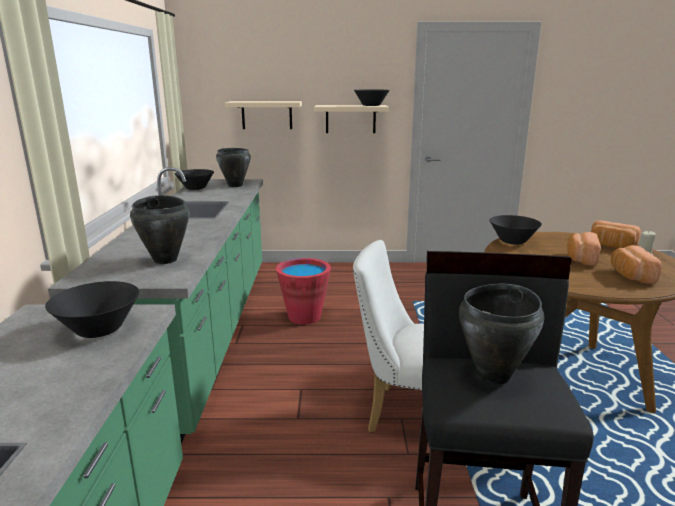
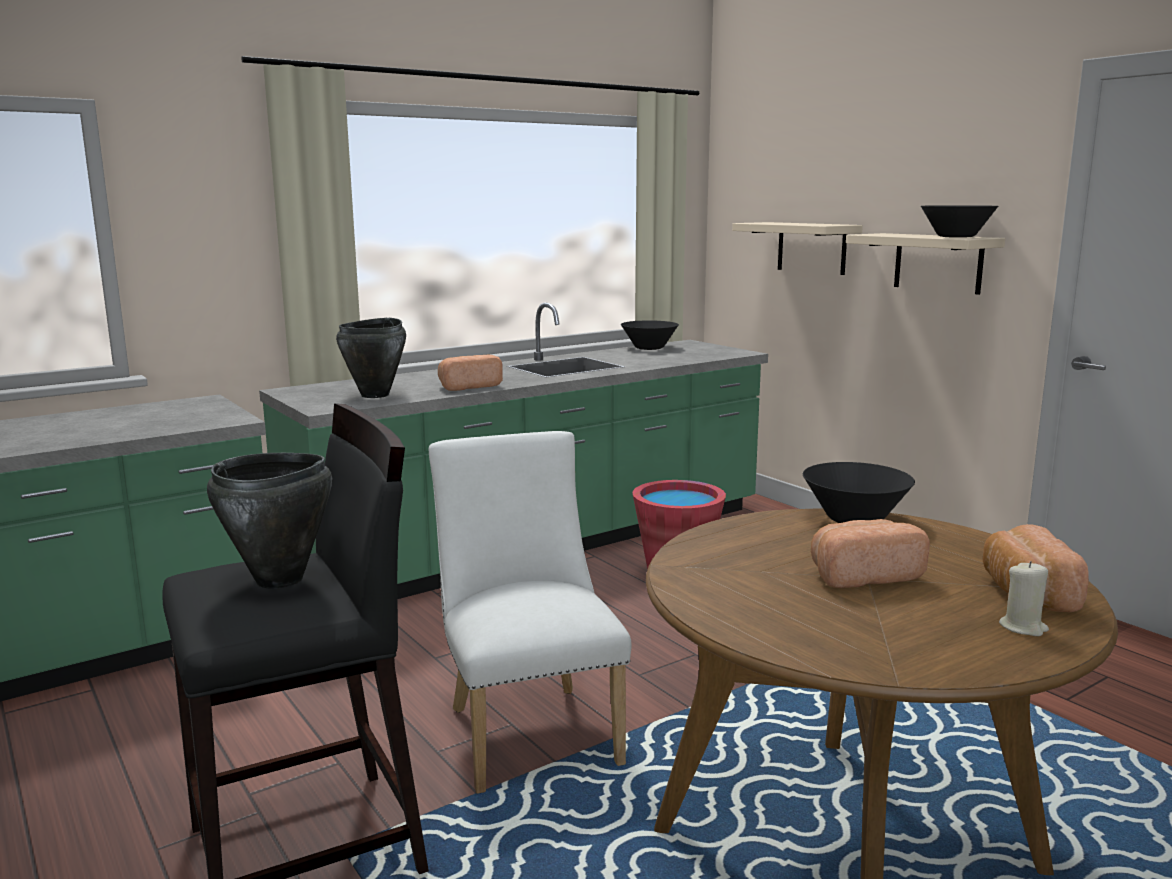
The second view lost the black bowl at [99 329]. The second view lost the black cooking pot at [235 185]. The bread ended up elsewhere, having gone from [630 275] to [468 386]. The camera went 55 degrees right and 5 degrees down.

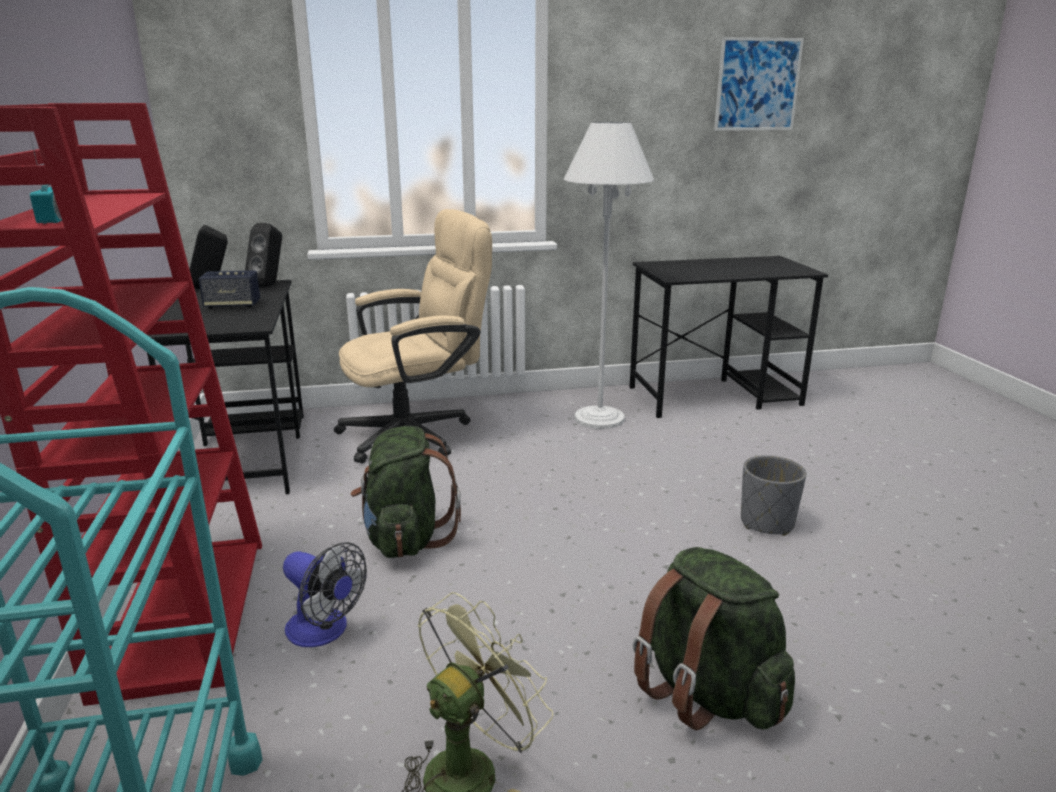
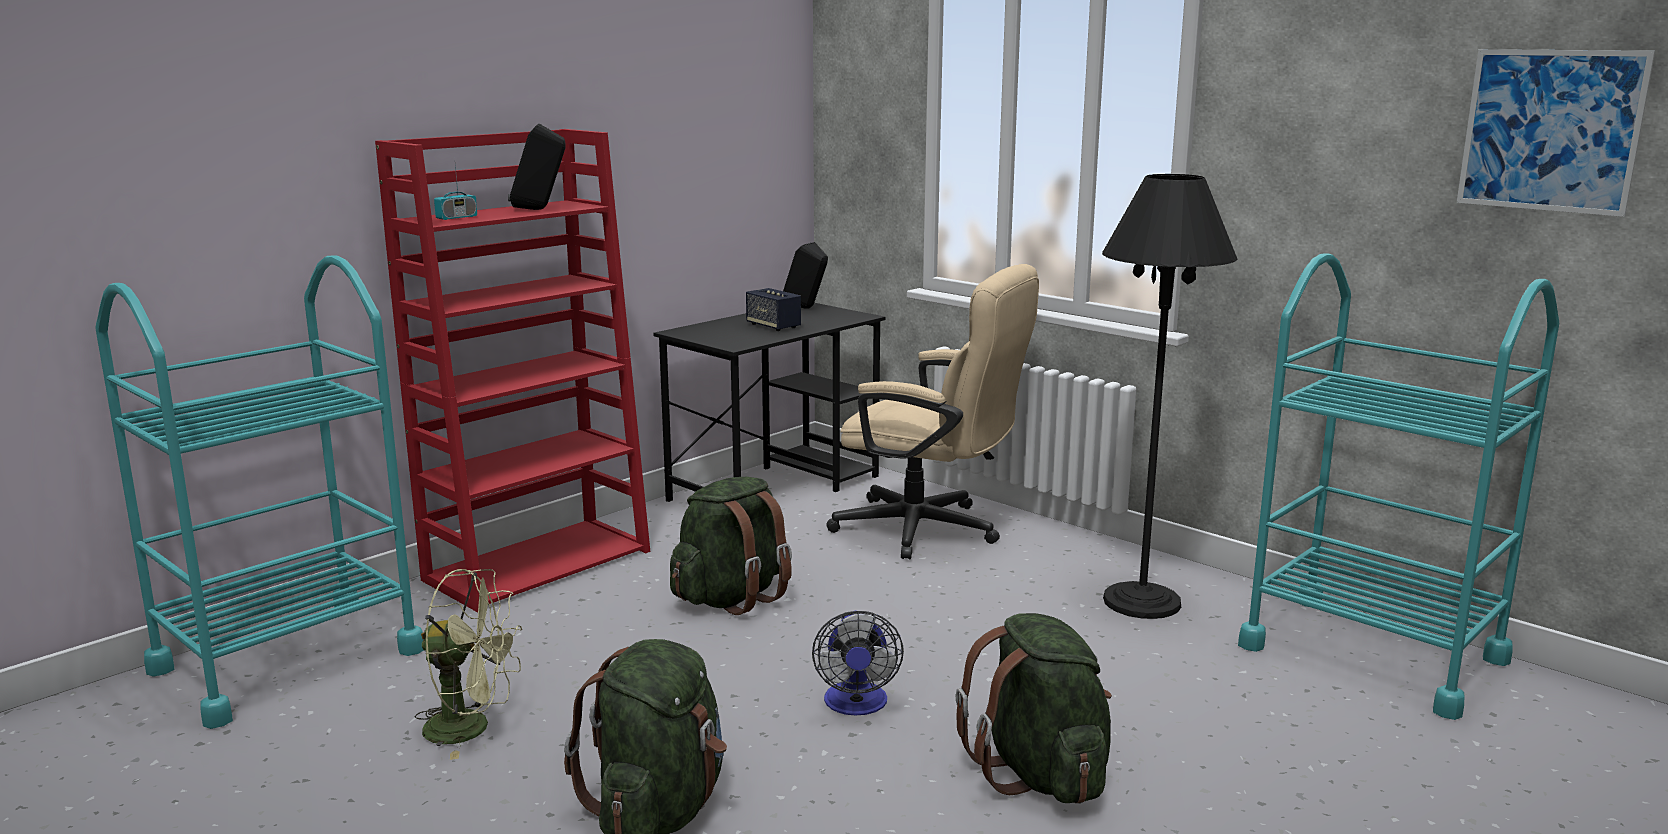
The black speaker ended up elsewhere, having gone from [269 285] to [539 209]. The fan ended up elsewhere, having gone from [324 631] to [856 705]. What was the white floor lamp at [599 418] turned into the black floor lamp at [1142 601]. Where the black desk stood at [715 396], the turquoise cart came to stand at [1372 653]. Where the grey planter stood at [767 523], the green backpack came to stand at [1040 774]. The camera went 55 degrees right and 5 degrees down.

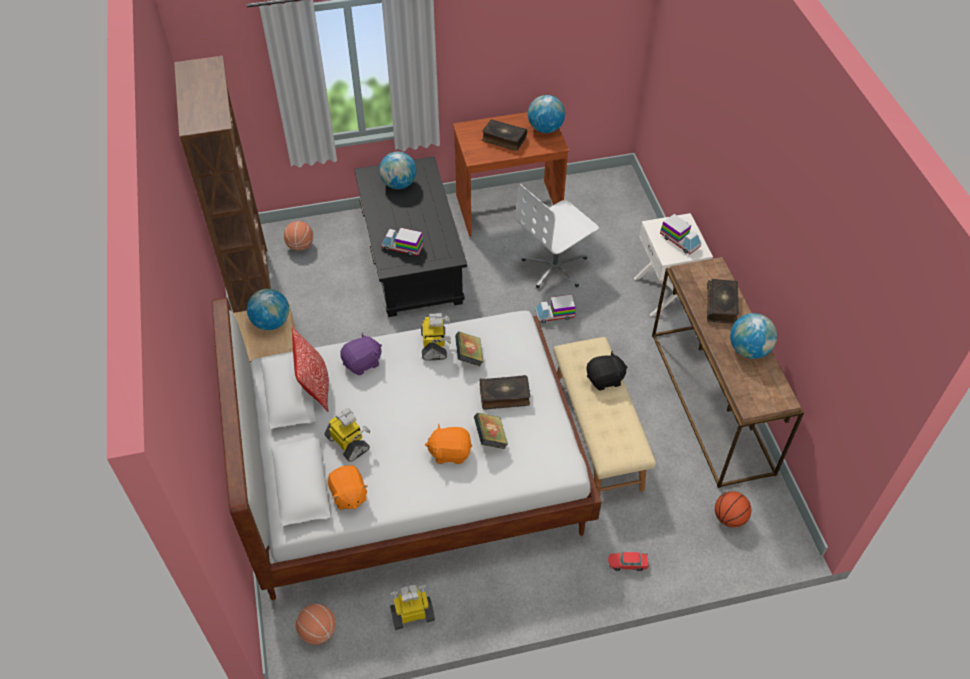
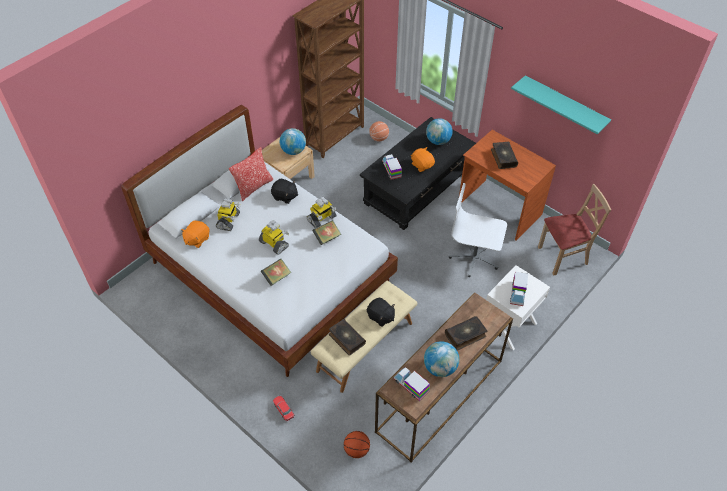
The second view lost the basketball at [318 632]. What was the purple plush toy at [362 363] turned into the black plush toy at [285 196]. The toy robot ended up elsewhere, having gone from [412 614] to [274 244]. The orange plush toy ended up elsewhere, having gone from [450 452] to [422 165]. The book ended up elsewhere, having gone from [504 396] to [346 339]. The second view lost the globe at [545 128]. The toy truck ended up elsewhere, having gone from [555 315] to [411 386]. The second view gained the turquoise shelf at [564 106]. The second view gained the beige chair at [563 256]. The camera went 55 degrees right and 0 degrees up.

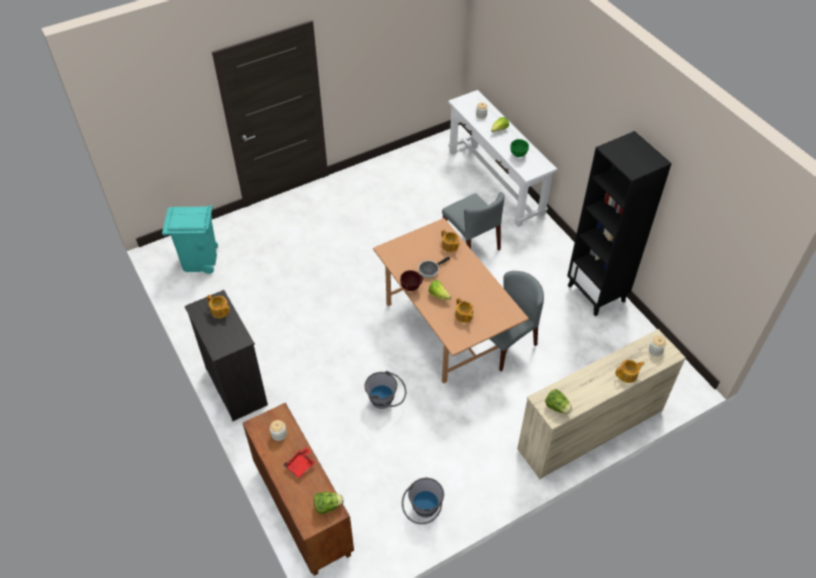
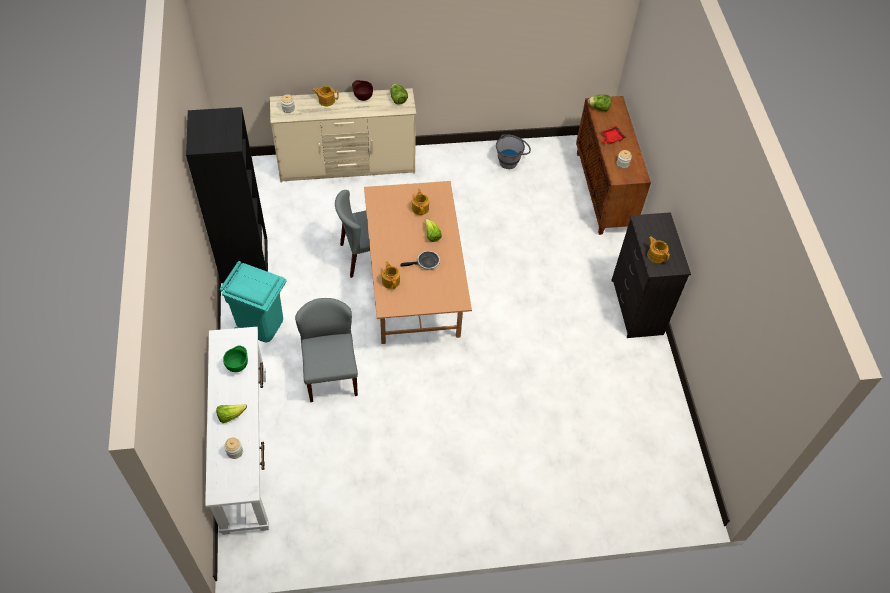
The turquoise trash can ended up elsewhere, having gone from [199 261] to [261 324]. The second view lost the grey bucket at [386 401]. The brown bowl ended up elsewhere, having gone from [411 288] to [362 97]. The camera went 160 degrees left and 5 degrees up.

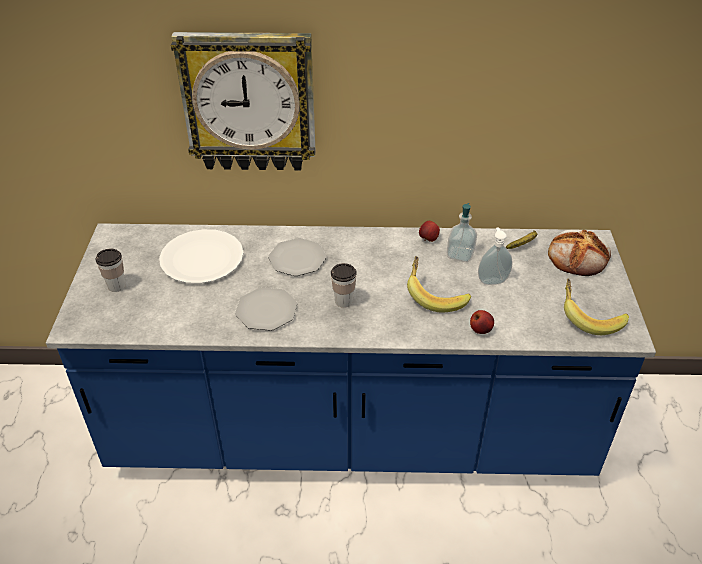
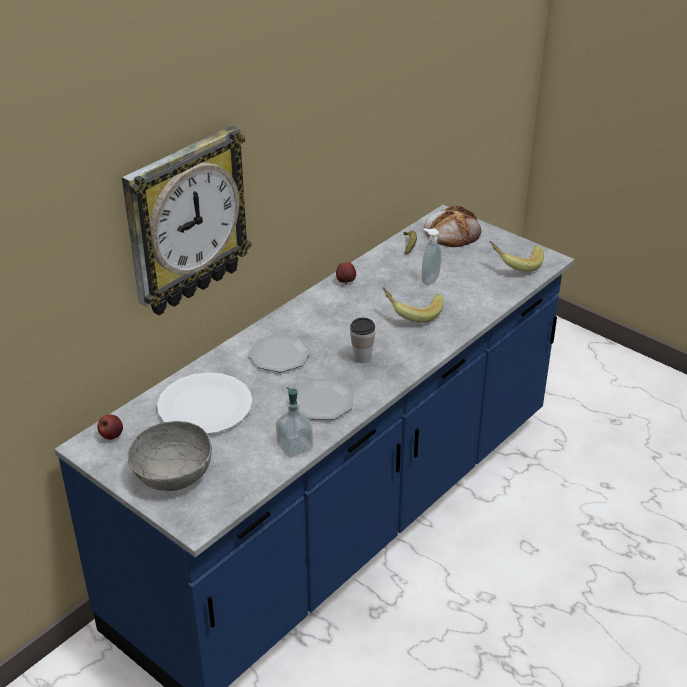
Where the cup stood at [116 286], the grey bowl came to stand at [173 473]. The soap dispenser ended up elsewhere, having gone from [460 254] to [294 447]. The apple ended up elsewhere, having gone from [480 330] to [111 436]. The camera went 50 degrees left and 5 degrees down.

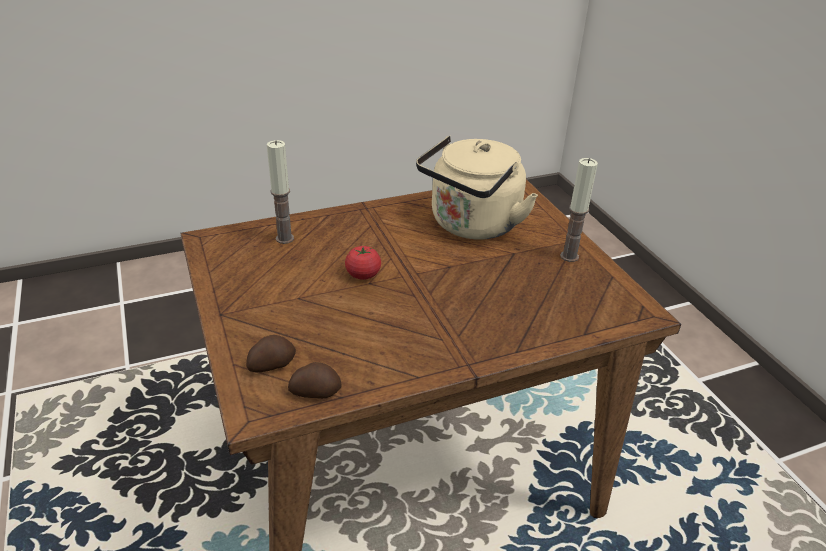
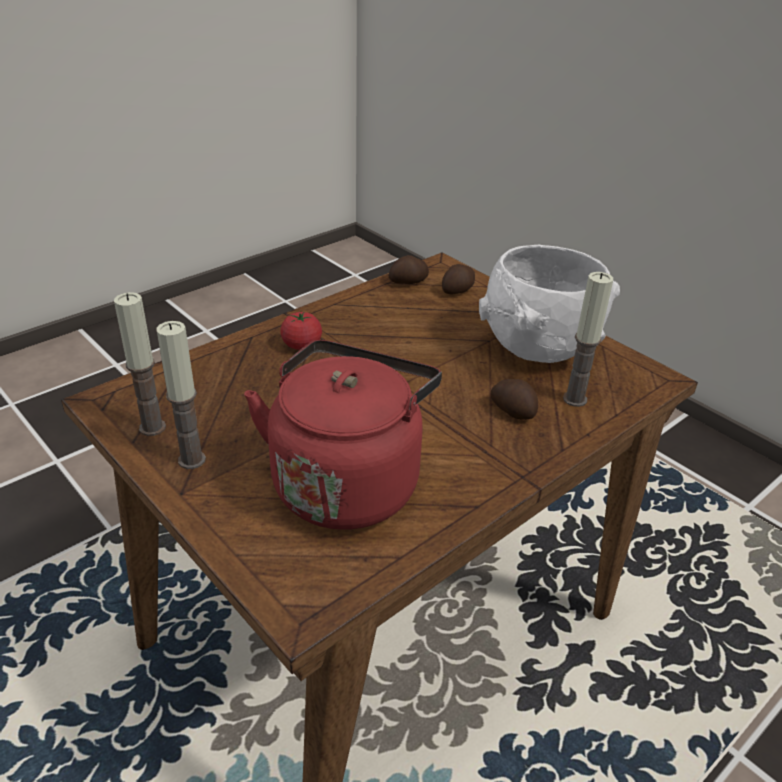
The tomato ended up elsewhere, having gone from [363 275] to [301 345]. What was the beige kettle at [472 226] turned into the red kettle at [348 481]. The second view gained the candle at [152 427]. The second view gained the white bowl at [538 349]. The second view gained the potato at [513 410]. The camera went 160 degrees right and 0 degrees up.

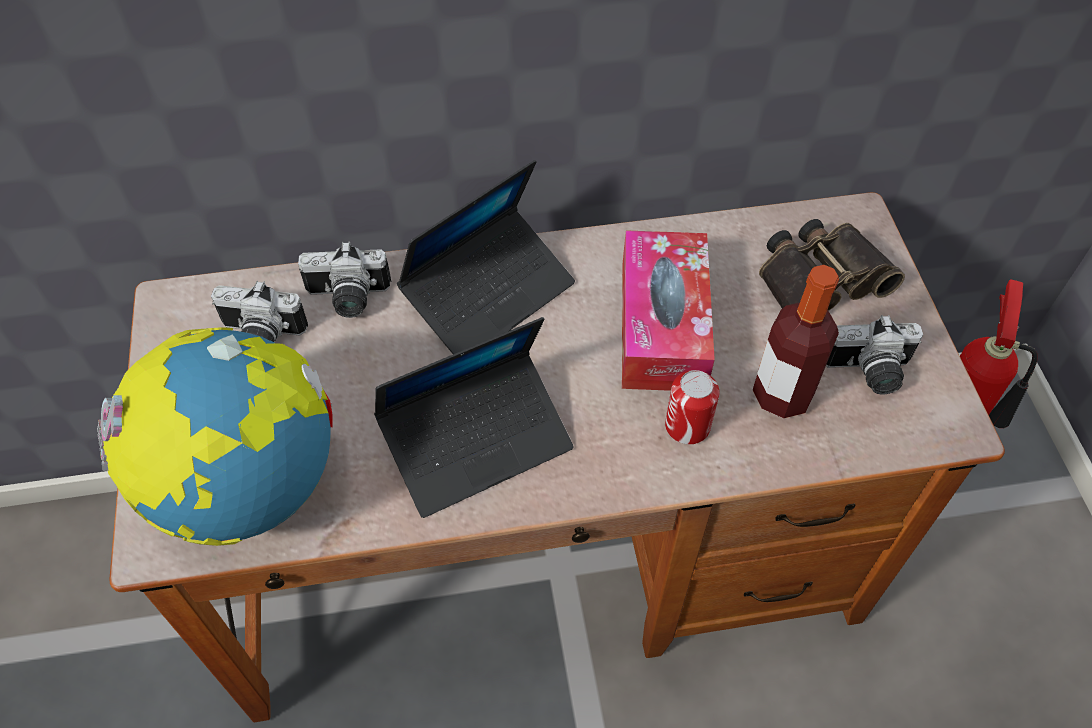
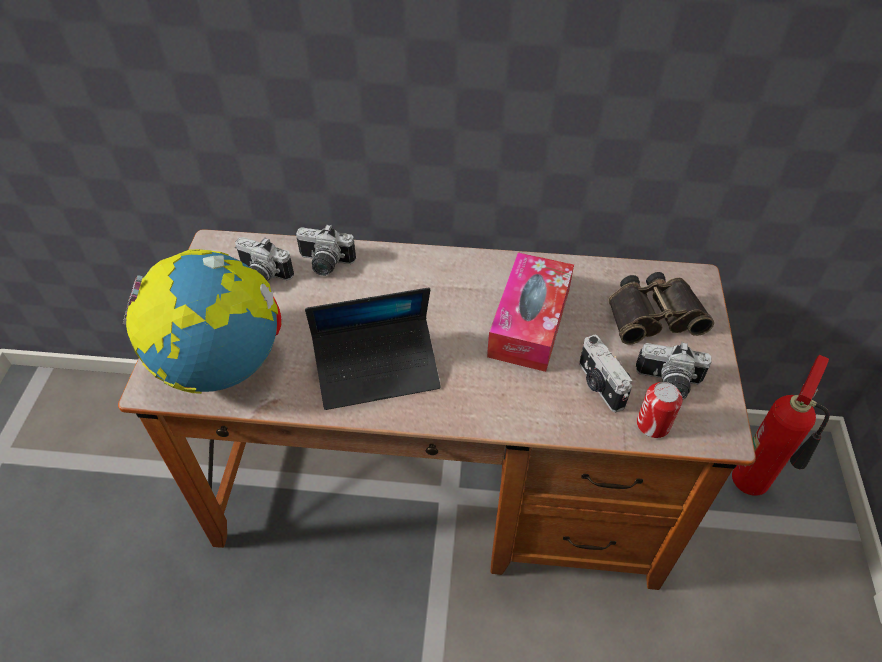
The second view lost the laptop at [489 294]. The can ended up elsewhere, having gone from [687 426] to [653 424]. Where the bottle stood at [782 395], the photo camera came to stand at [599 385]. The camera went 15 degrees right and 5 degrees down.

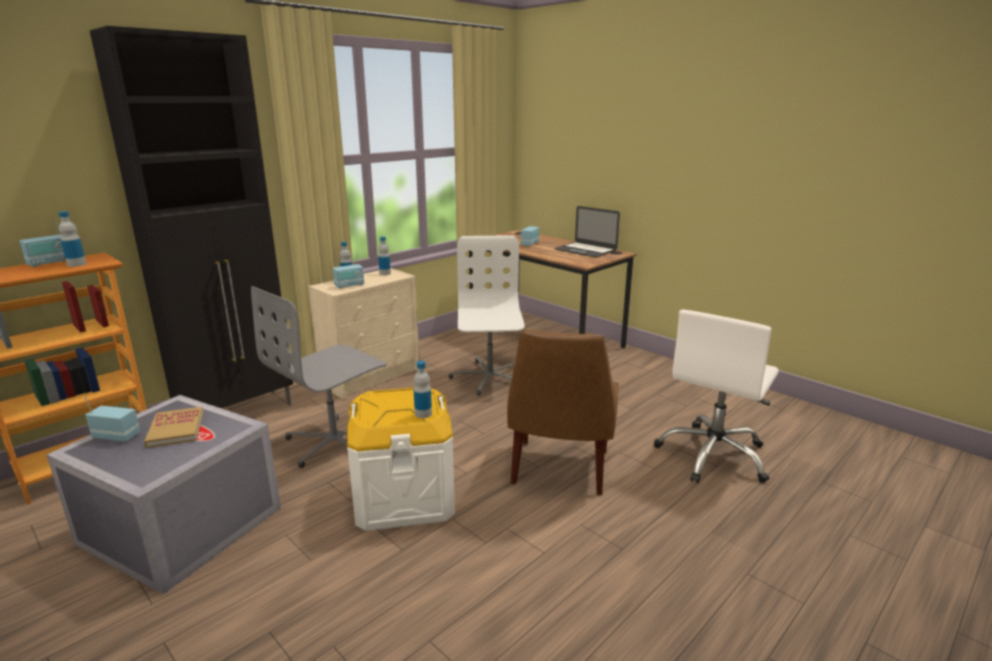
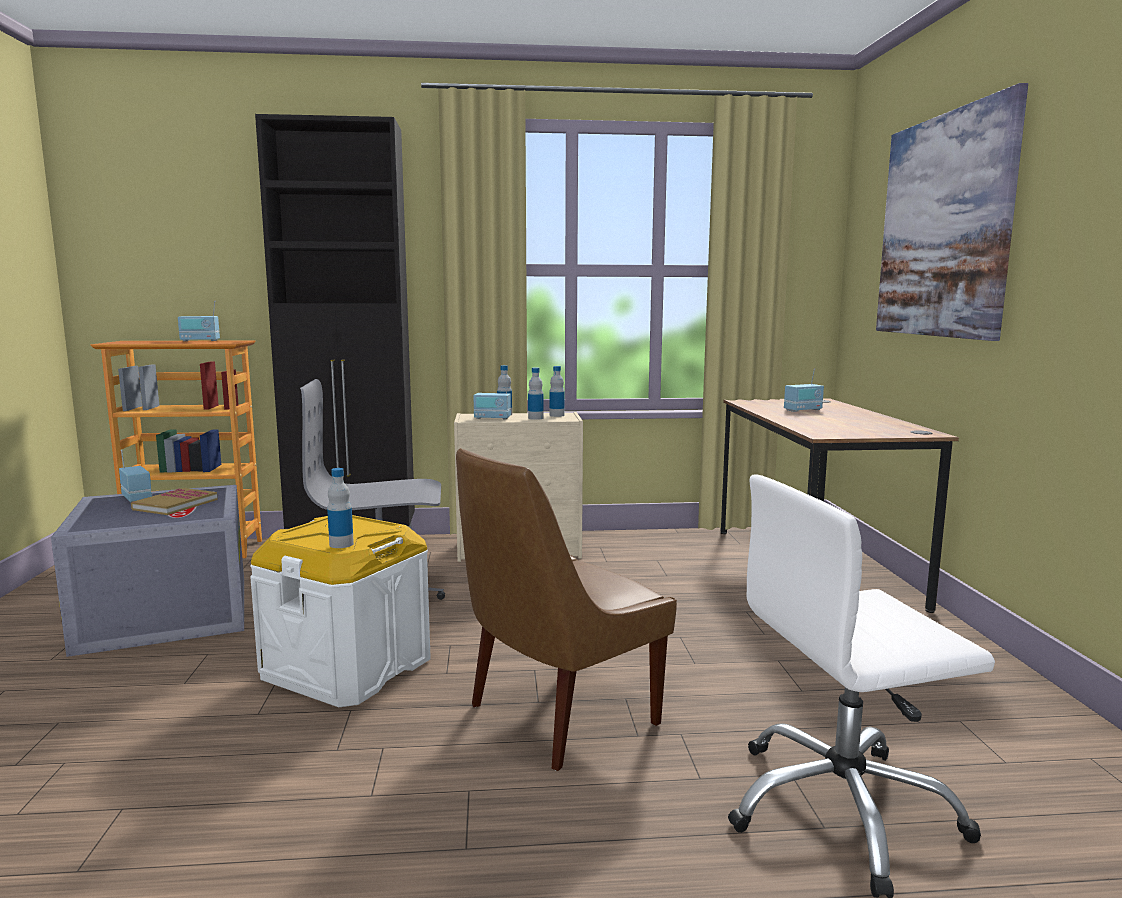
The bottle ended up elsewhere, having gone from [77 264] to [535 418]. The second view lost the white office chair at [489 377]. The second view lost the laptop at [585 250]. The second view gained the picture at [943 226]. The camera went 40 degrees right and 10 degrees down.

